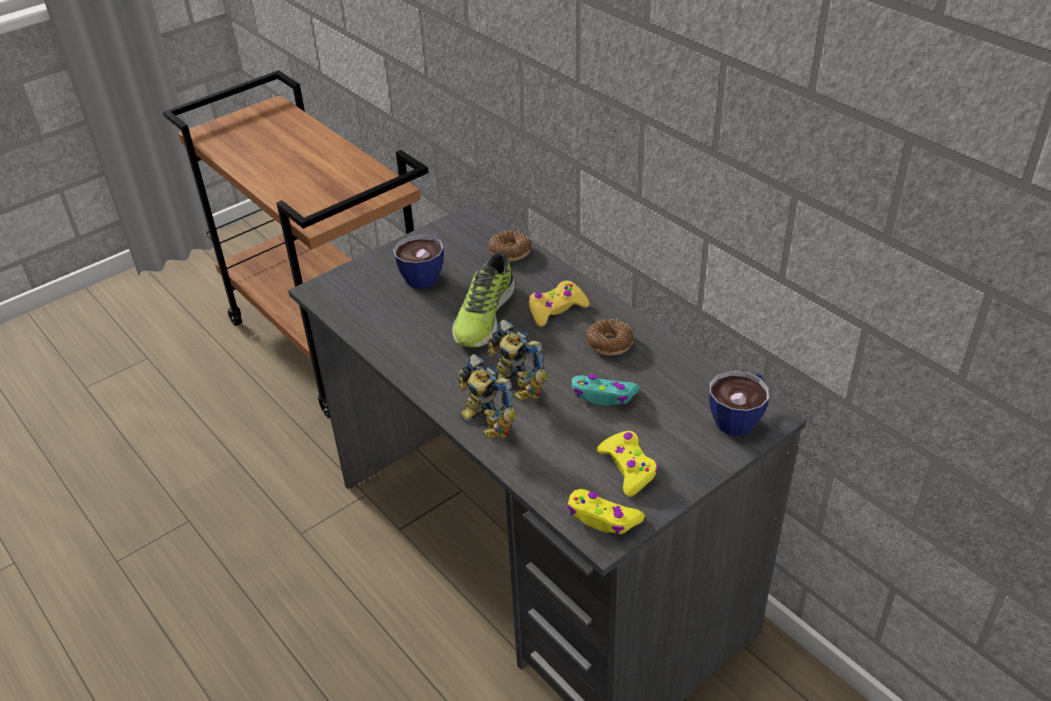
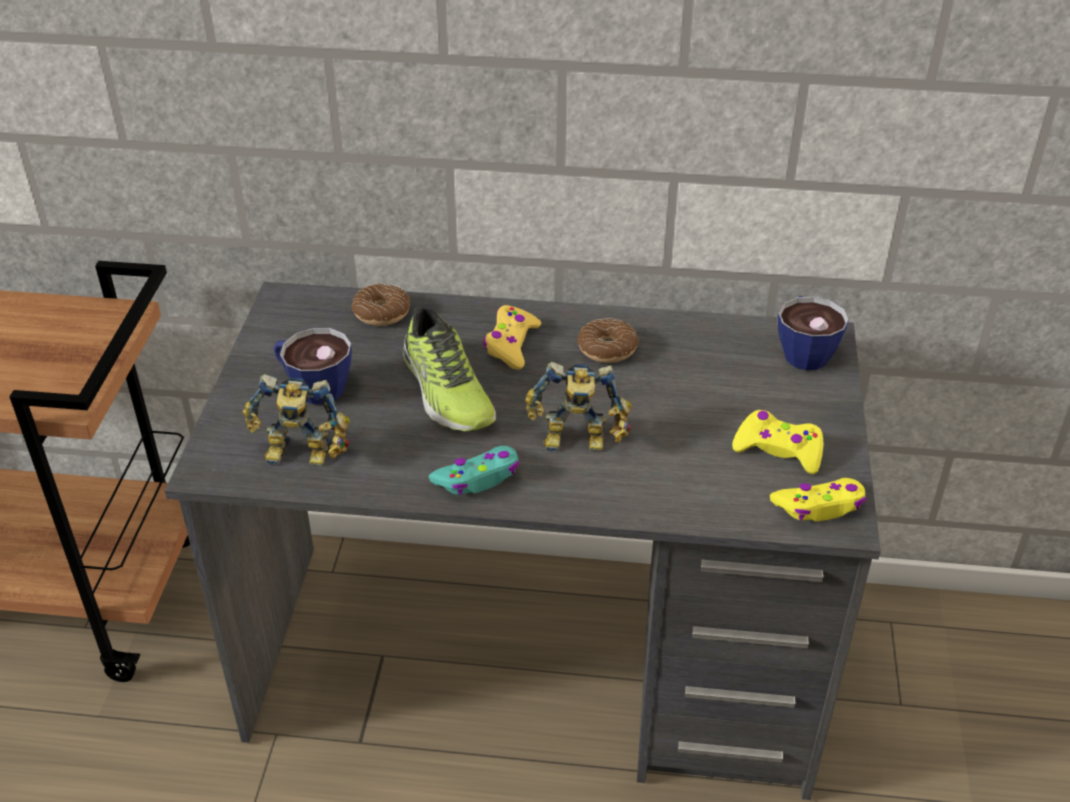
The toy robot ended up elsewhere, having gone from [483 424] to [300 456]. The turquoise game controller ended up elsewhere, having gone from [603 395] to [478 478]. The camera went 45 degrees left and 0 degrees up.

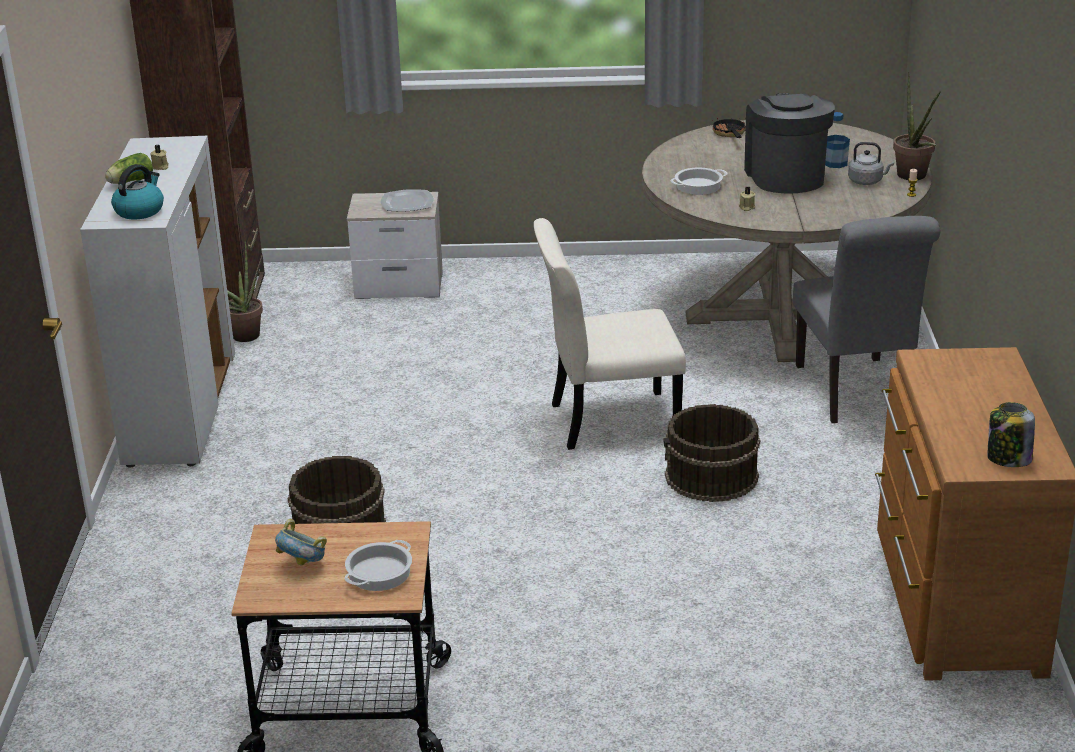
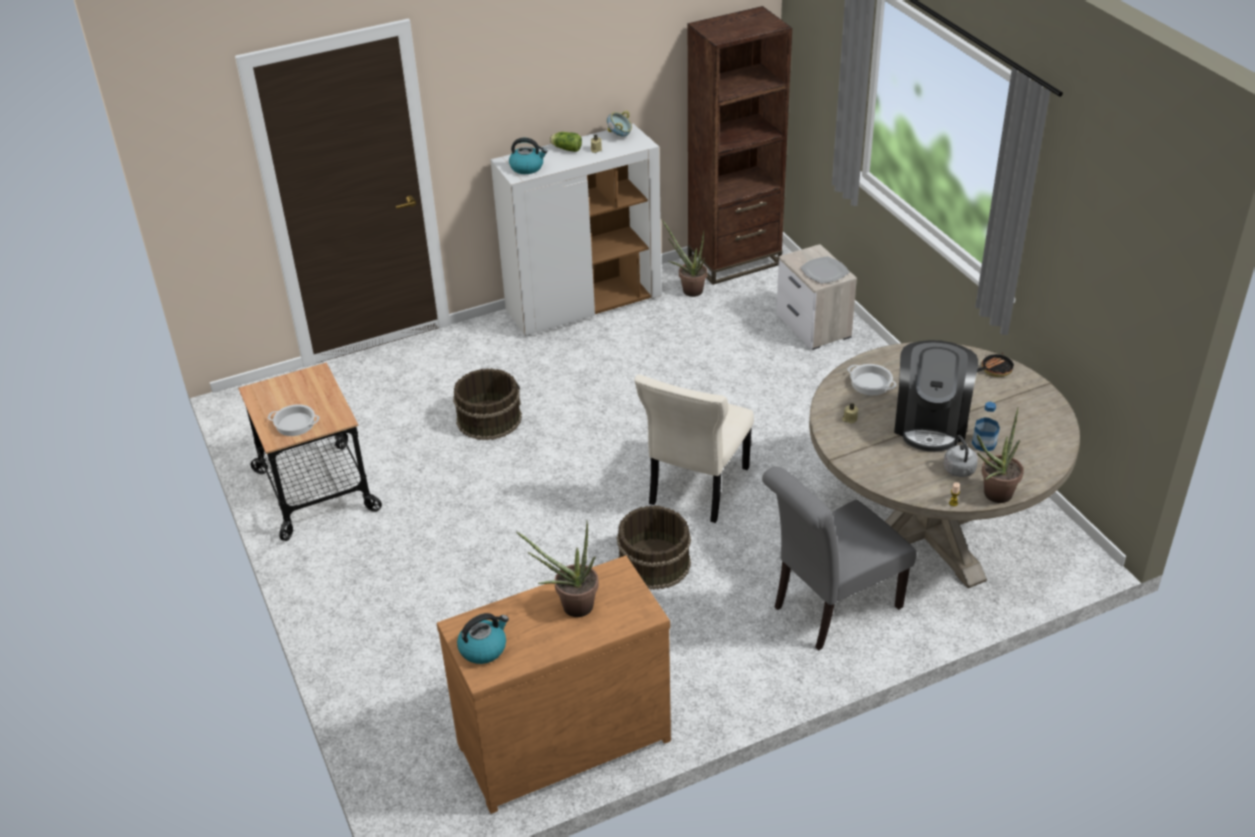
The bowl ended up elsewhere, having gone from [303 564] to [619 136]. The beige chair at [608 421] ended up facing another way, 120 degrees counterclockwise from before. The coffee machine at [785 176] ended up facing another way, 135 degrees clockwise from before. Where the jar stood at [1008 459], the kettle came to stand at [483 648]. The second view gained the potted plant at [570 607]. The camera went 65 degrees right and 10 degrees up.

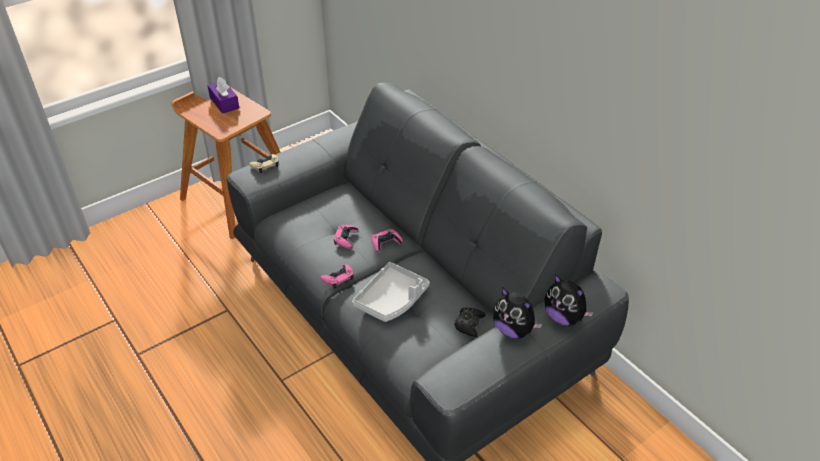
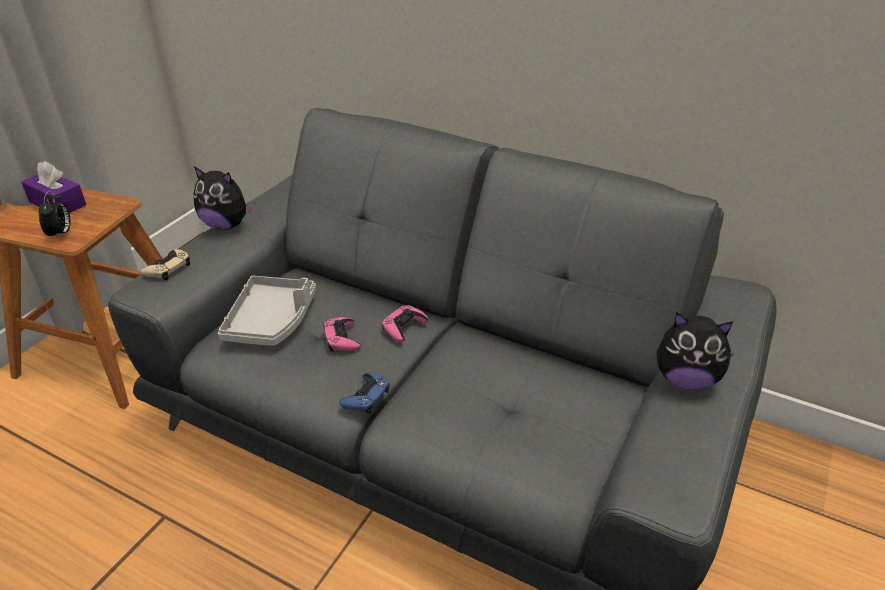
What was the pink game controller at [338 278] turned into the blue game controller at [366 397]. The grey tray ended up elsewhere, having gone from [392 299] to [271 320]. The second view lost the black game controller at [469 324]. The plush toy ended up elsewhere, having gone from [564 317] to [227 225]. The second view gained the alarm clock at [61 234]. The camera went 25 degrees left and 5 degrees down.

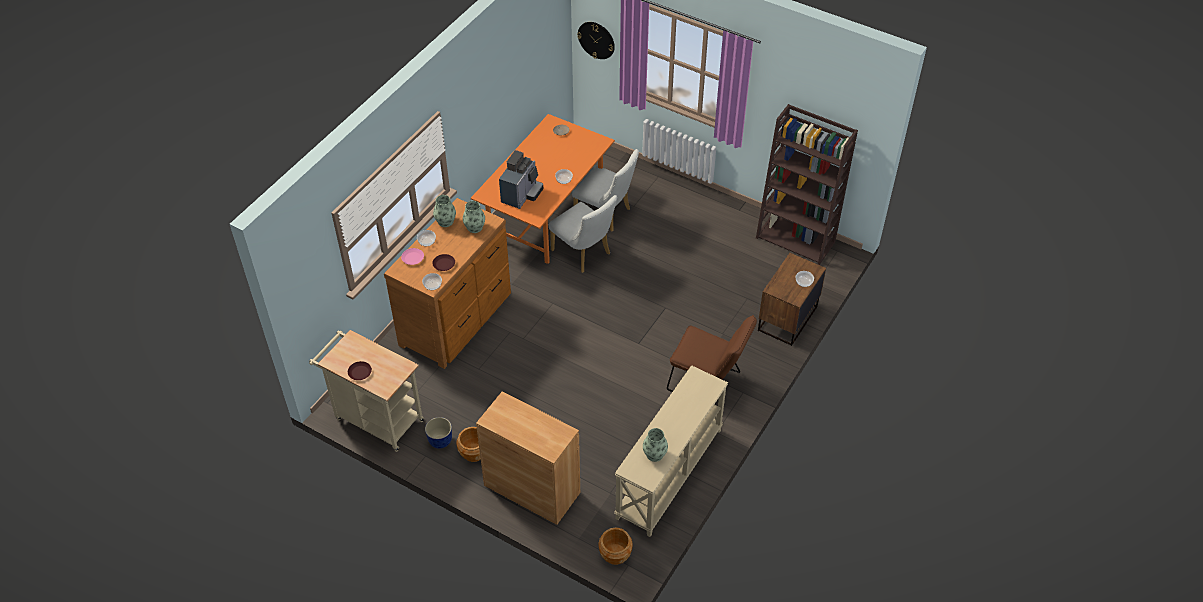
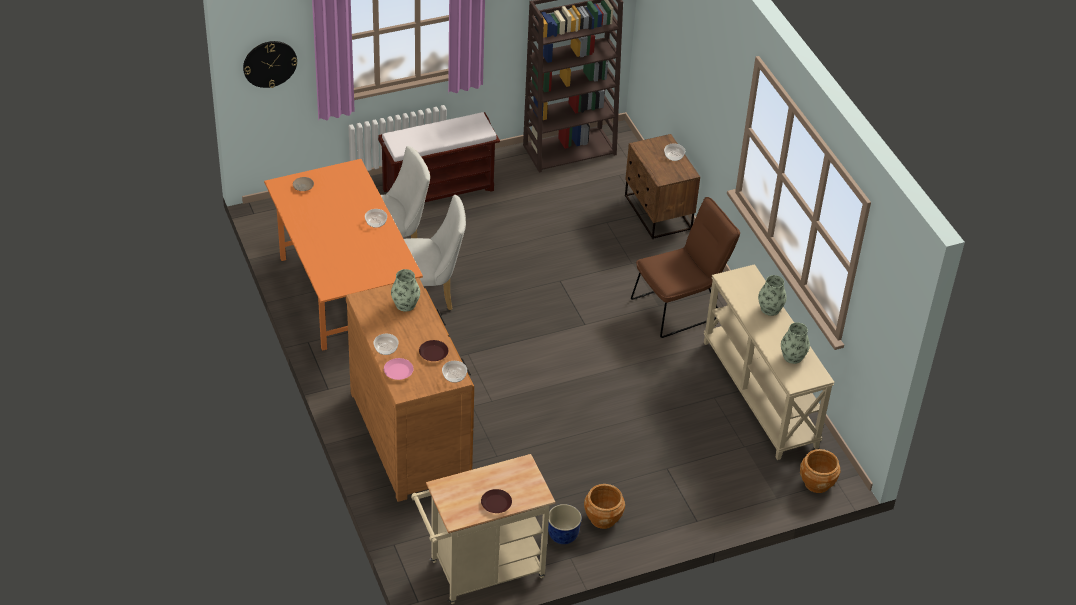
The vase ended up elsewhere, having gone from [445 221] to [770 309]. The second view lost the brown cabinet at [532 489]. The second view lost the coffee machine at [521 194]. The second view gained the brown bench at [439 189]. The camera went 55 degrees left and 5 degrees down.

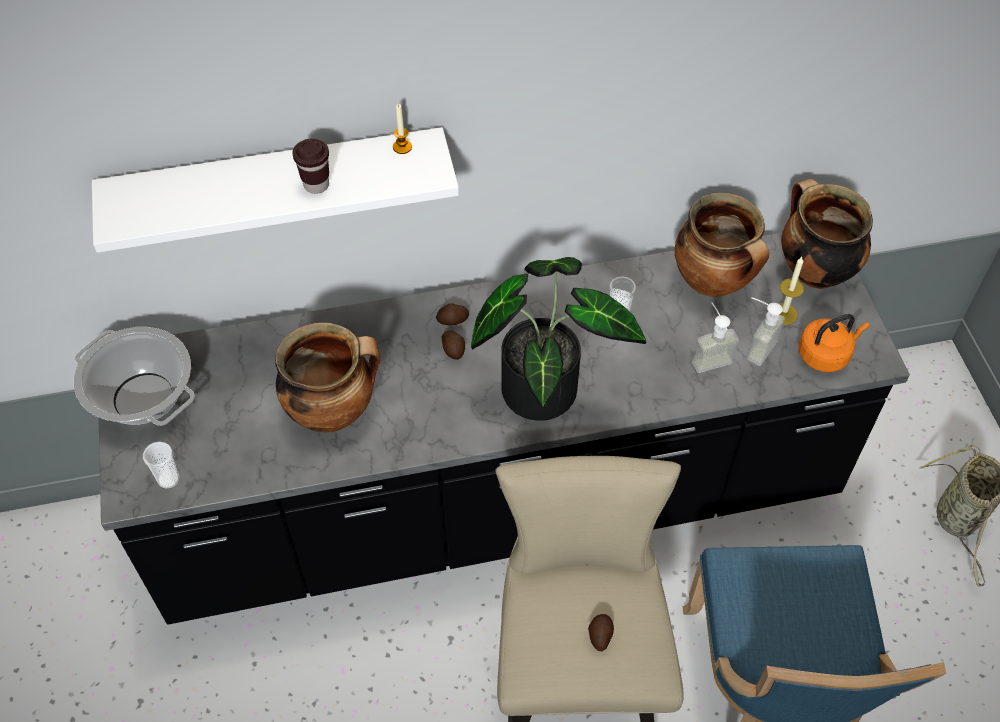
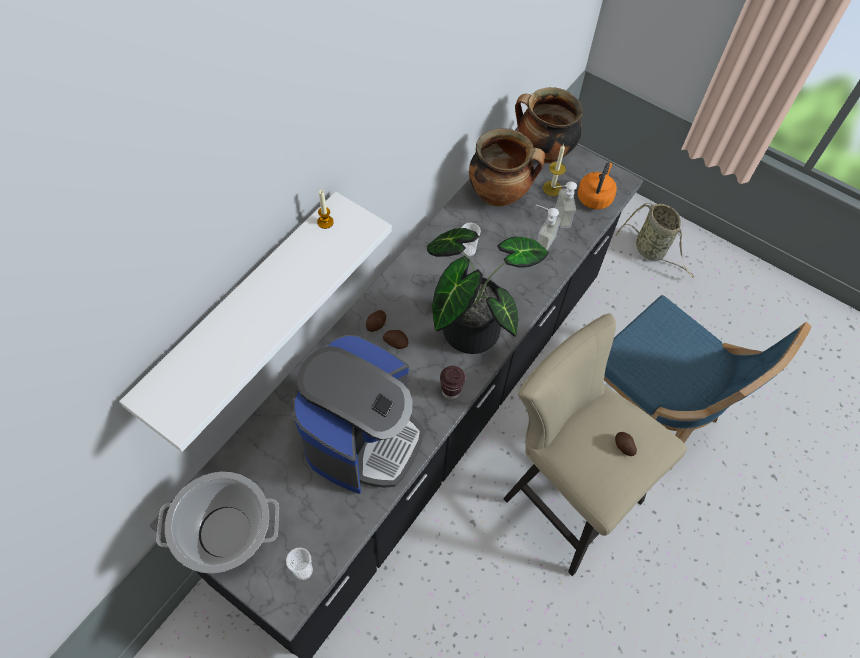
Where the cooking pot stood at [333 410], the coffee machine came to stand at [363 438]. The brown cup ended up elsewhere, having gone from [316 185] to [450 391]. The camera went 45 degrees left and 5 degrees up.

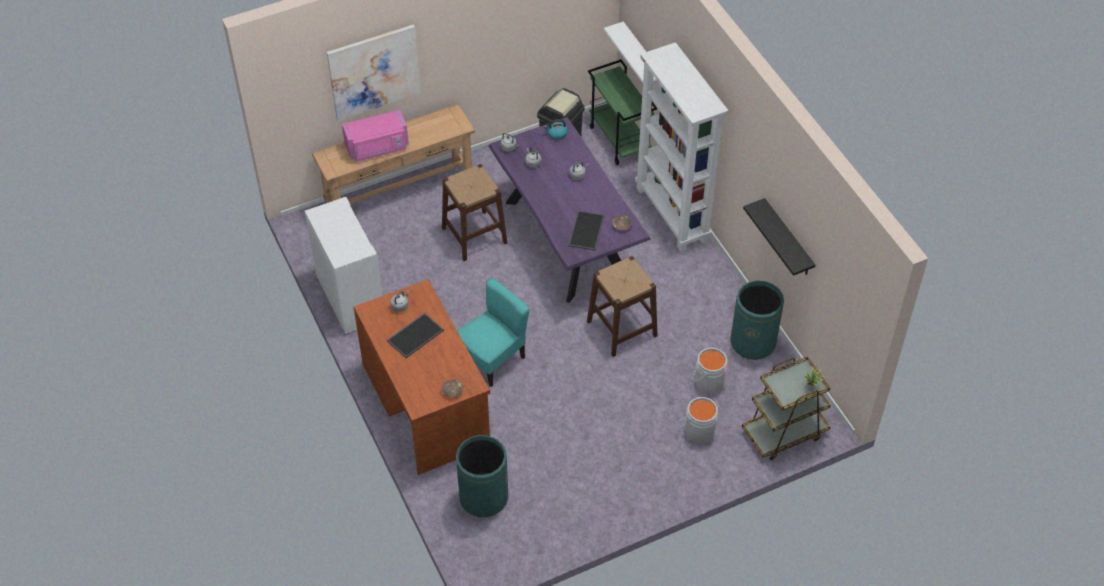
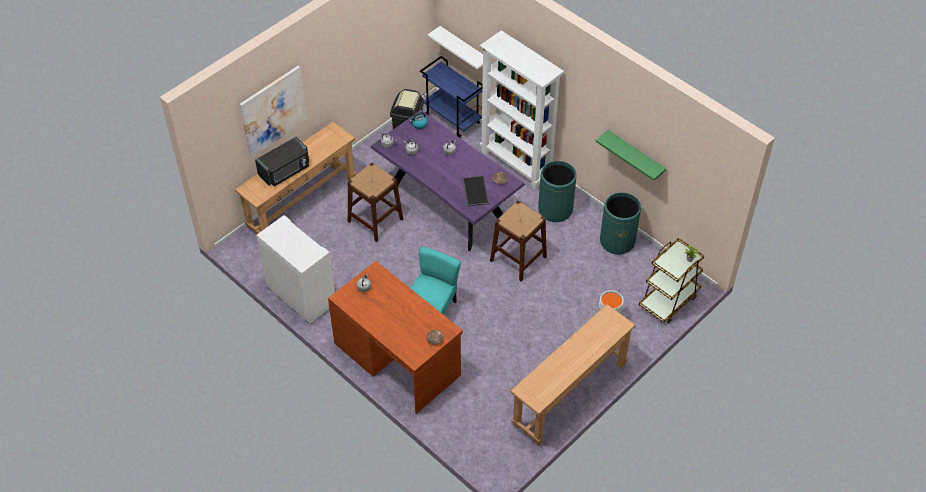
What was the pink microwave at [377 148] turned into the black microwave at [285 171]. The second view lost the tray at [415 335]. The green trash can ended up elsewhere, having gone from [483 497] to [555 209]. What was the green cart at [620 140] turned into the blue cart at [453 119]. The second view lost the grey bucket at [707 381]. What was the black shelf at [788 239] turned into the green shelf at [635 155]. The second view gained the brown console table at [569 394]. The camera went 20 degrees left and 0 degrees up.

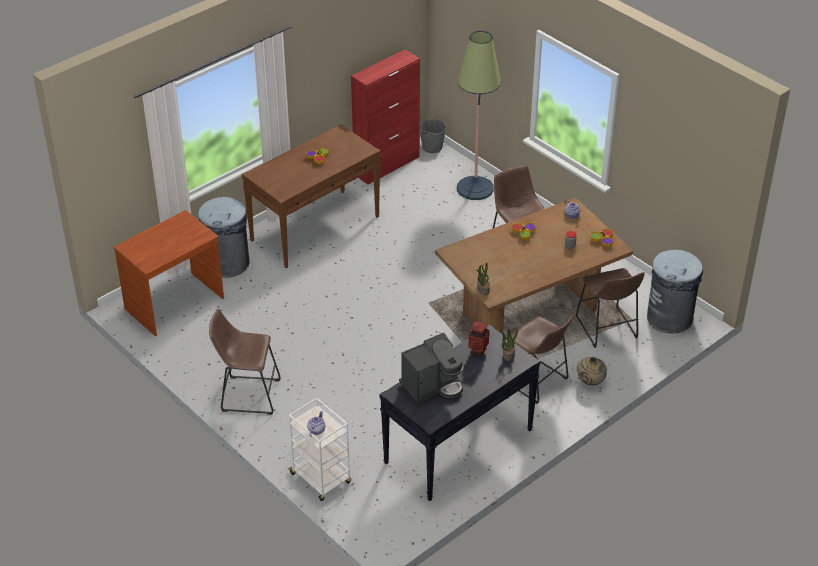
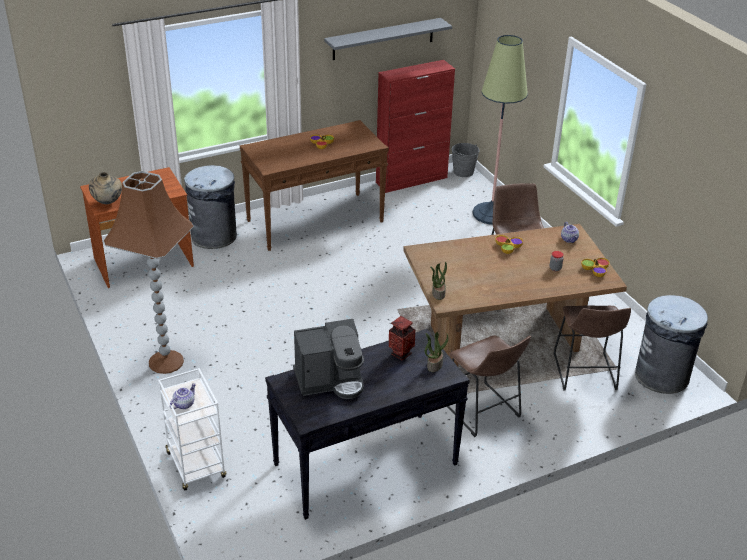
Where the brown stool stood at [247 395], the brown floor lamp came to stand at [166 361]. The beige vase ended up elsewhere, having gone from [590 382] to [108 203]. The second view gained the grey shelf at [383 39]. The camera went 15 degrees right and 5 degrees down.

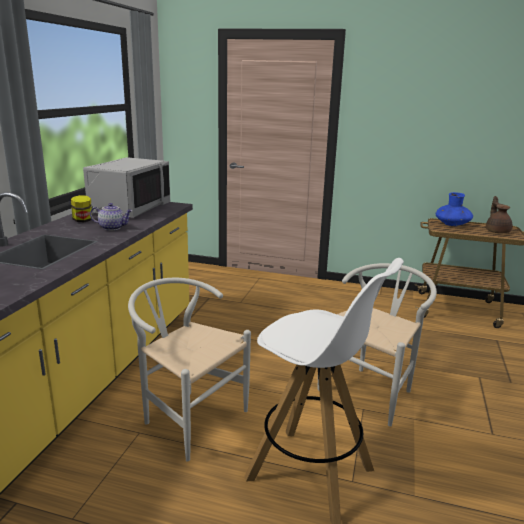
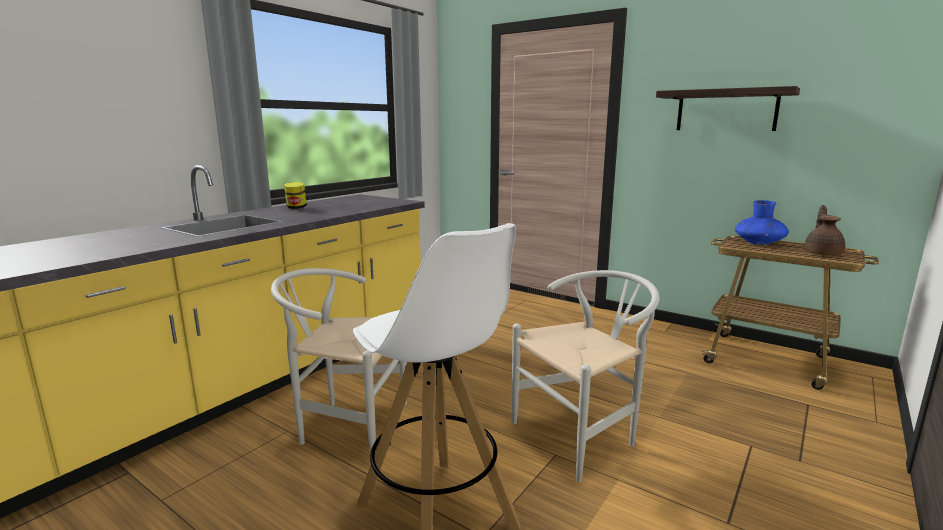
The second view lost the grey microwave at [129 208]. The second view lost the teapot at [112 228]. The white chair at [188 417] ended up facing another way, 45 degrees counterclockwise from before. The second view gained the shelf at [726 110]. The camera went 20 degrees right and 5 degrees down.

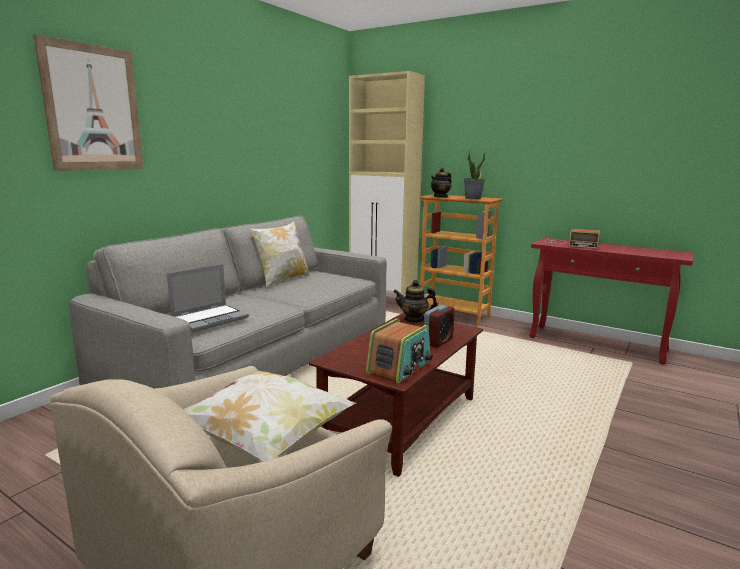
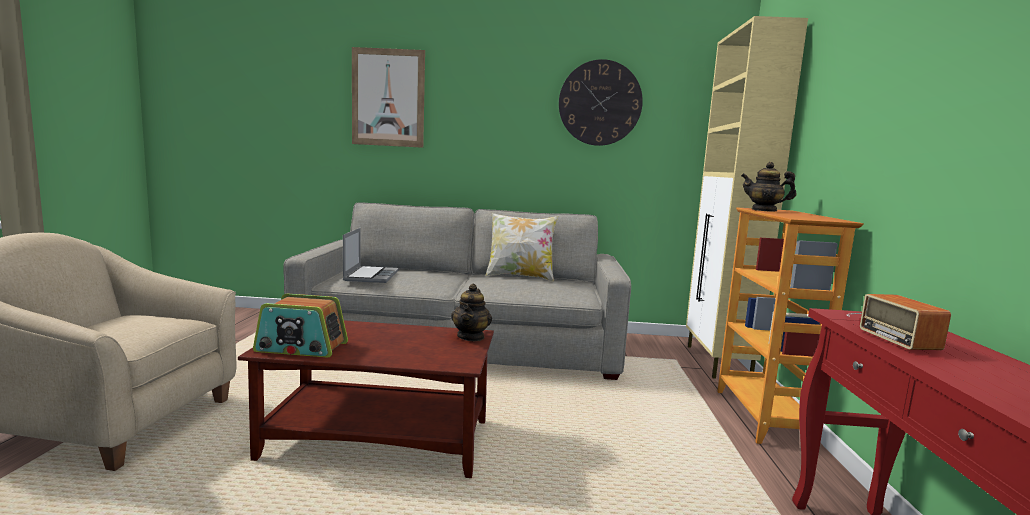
The laptop at [210 319] ended up facing another way, 105 degrees counterclockwise from before. The second view lost the pillow at [266 440]. The teapot at [414 319] ended up facing another way, 150 degrees counterclockwise from before. The second view lost the alarm clock at [438 341]. The second view lost the potted plant at [472 198]. The second view gained the wall clock at [600 103]. The camera went 60 degrees right and 5 degrees down.

